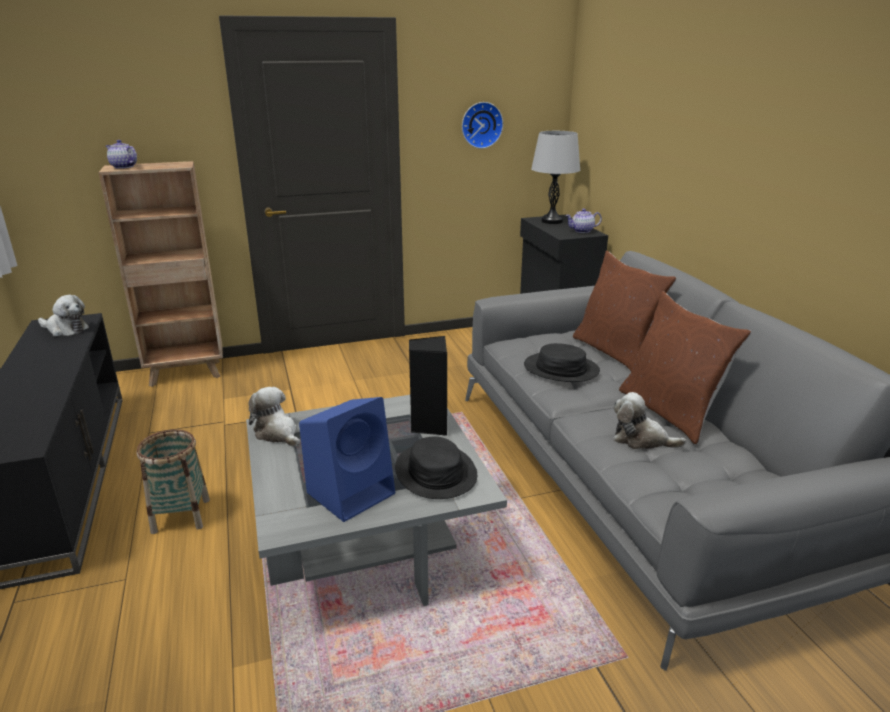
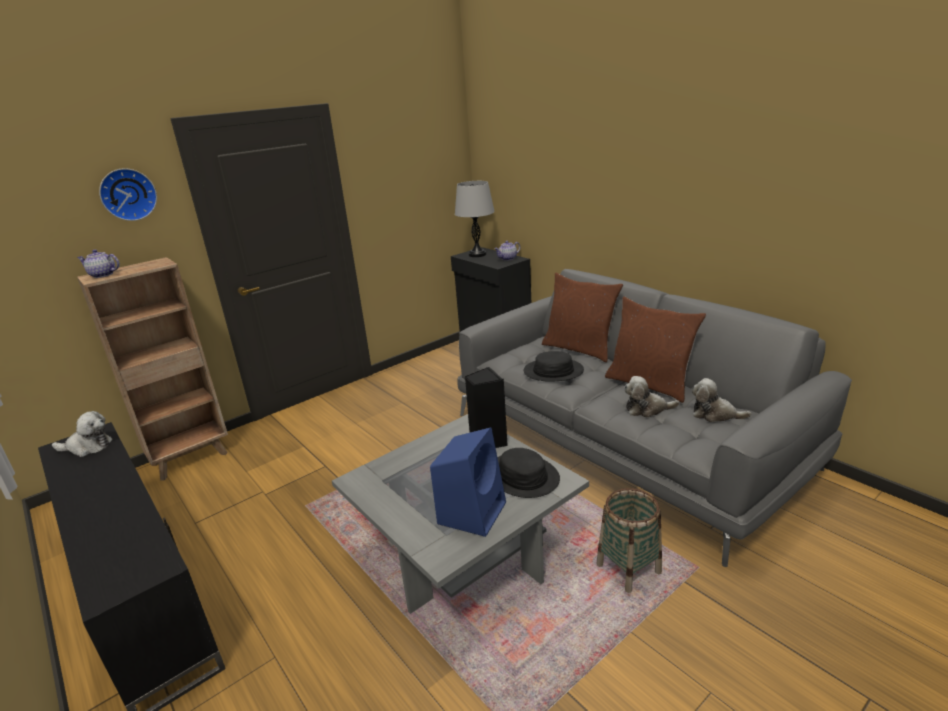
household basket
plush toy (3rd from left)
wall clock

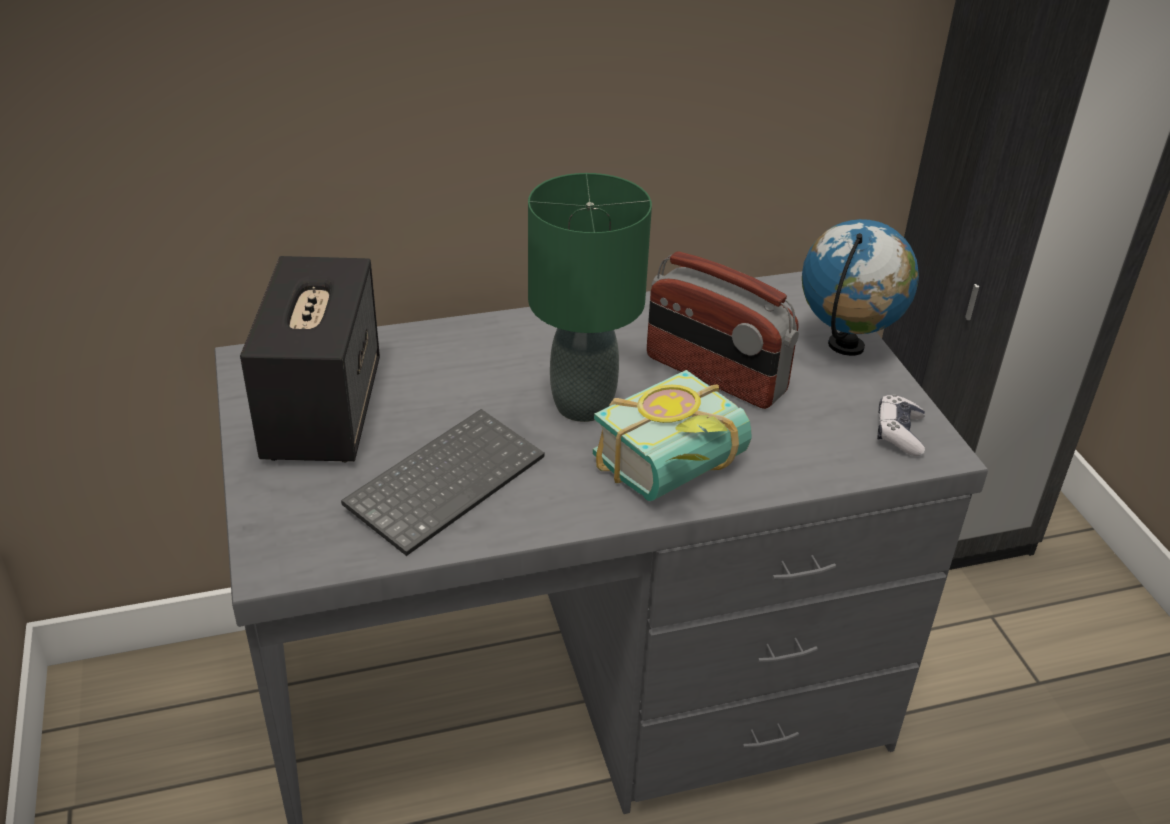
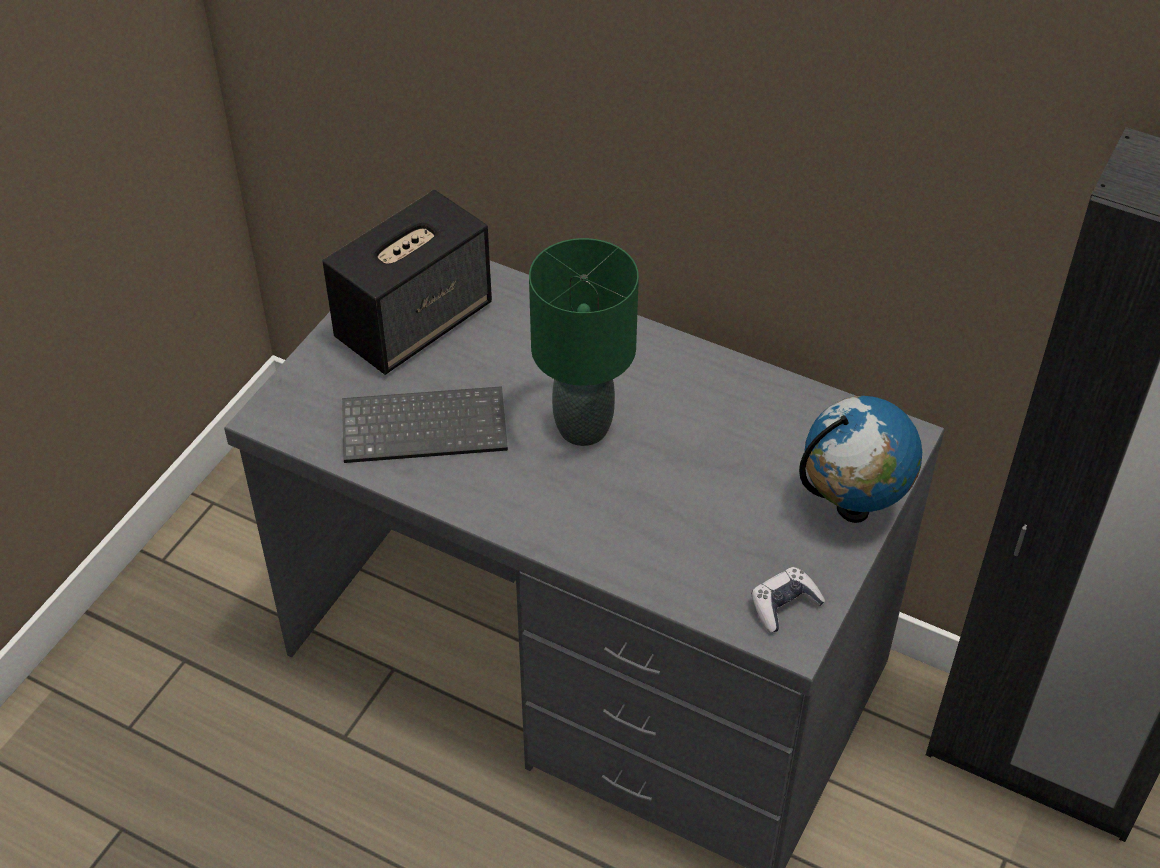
book
radio set

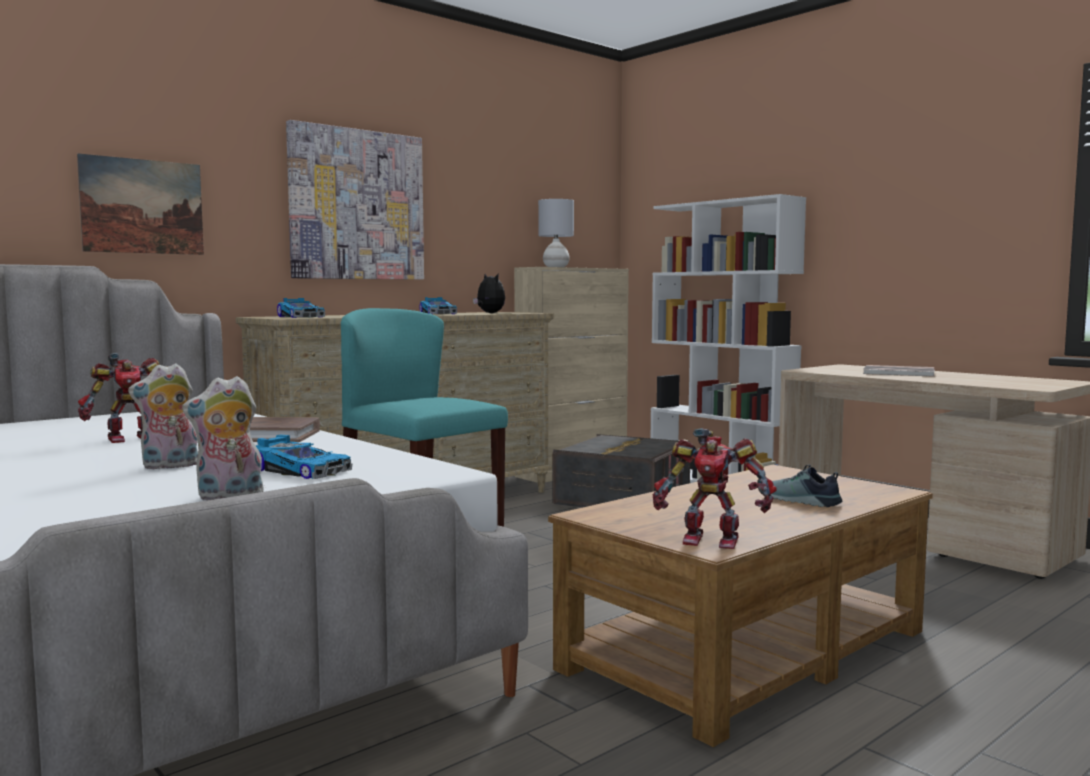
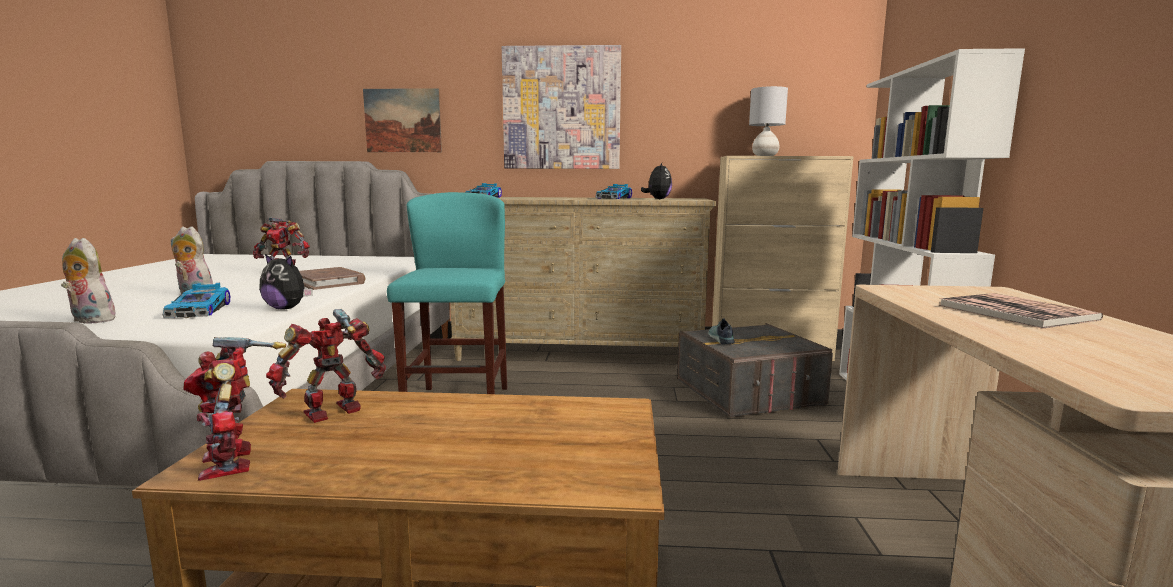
plush toy (3rd from left)
robot figure (3rd from left)
low shoe

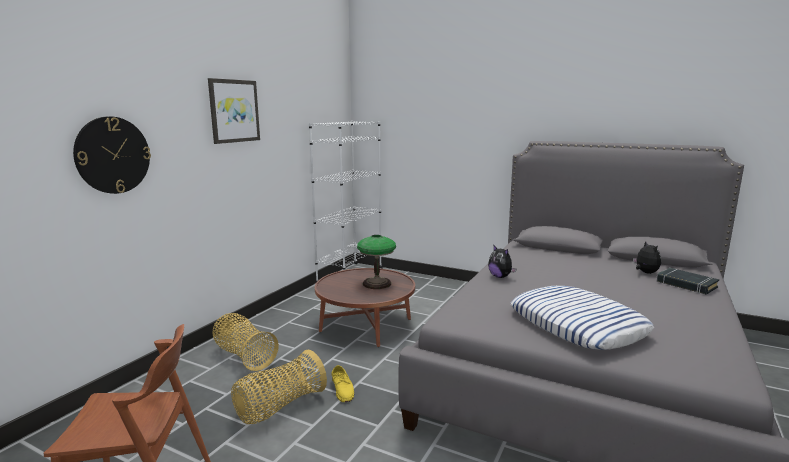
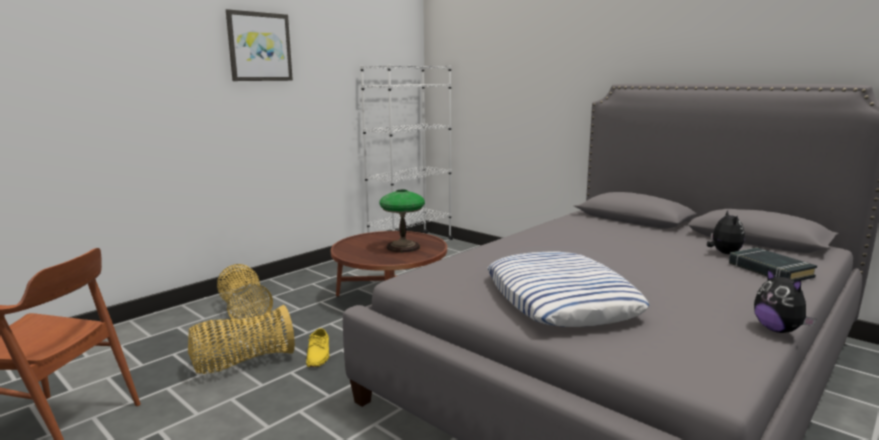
wall clock
plush toy (2nd from left)

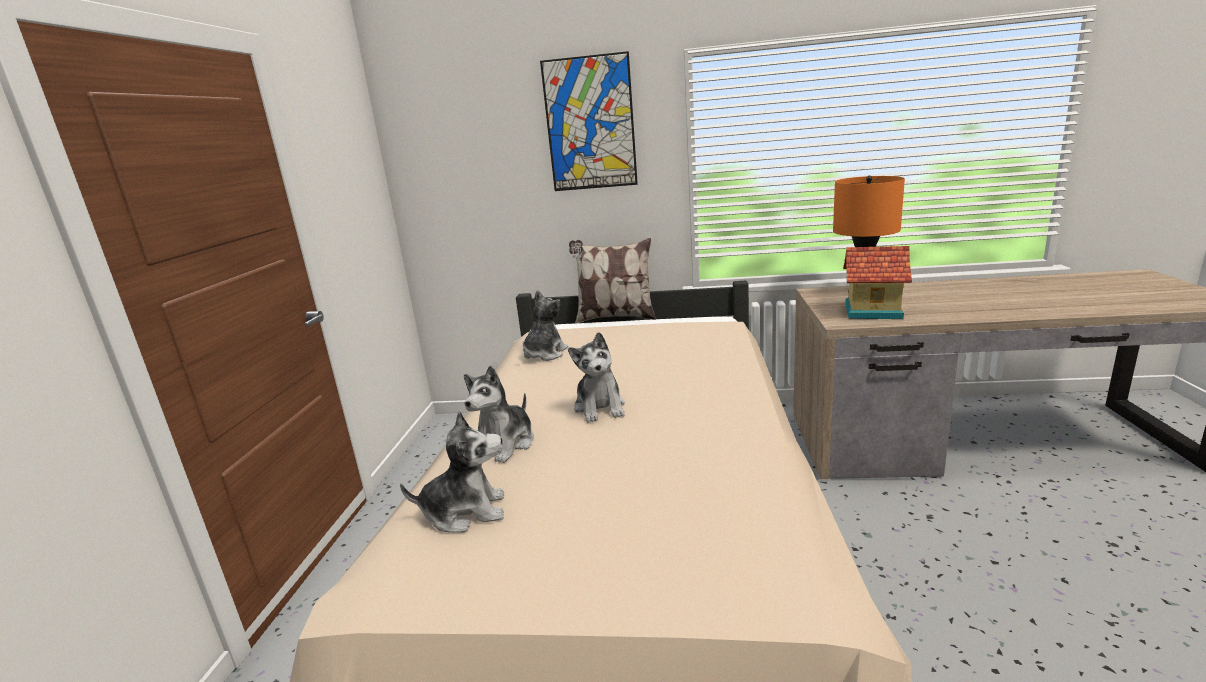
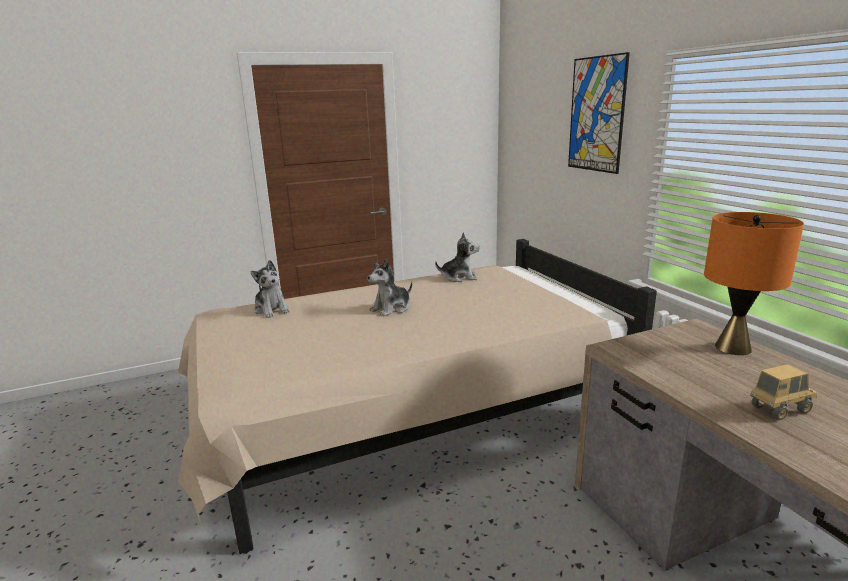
plush toy (2nd from left in the first image)
pillow
model house
toy truck

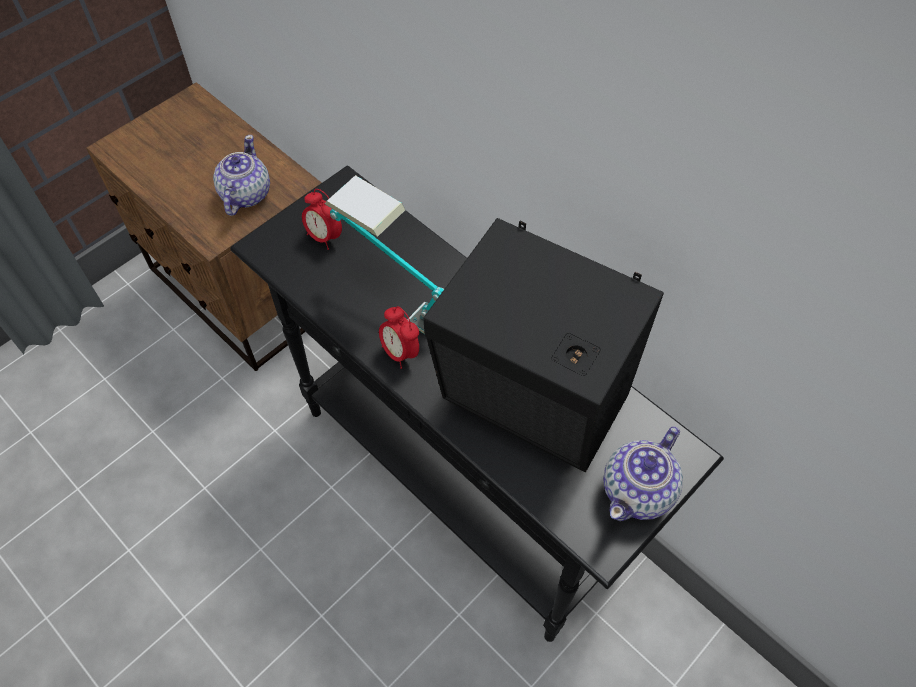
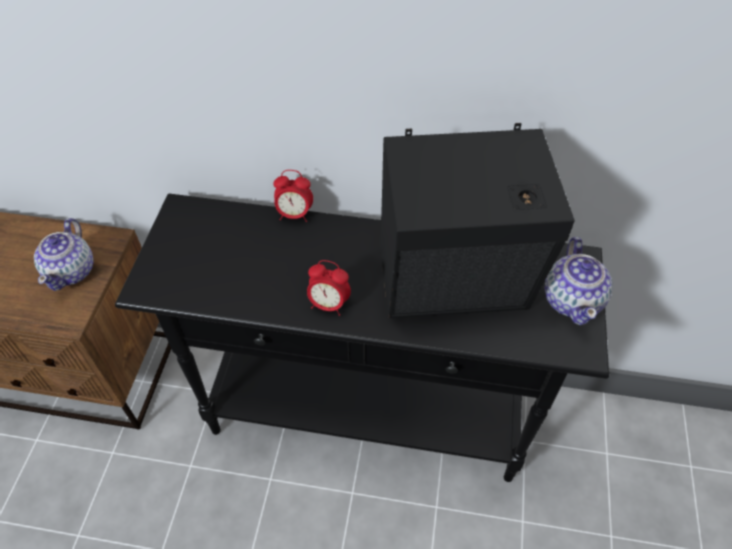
lamp for a table
alarm clock (1st from left)
teapot (1st from left)

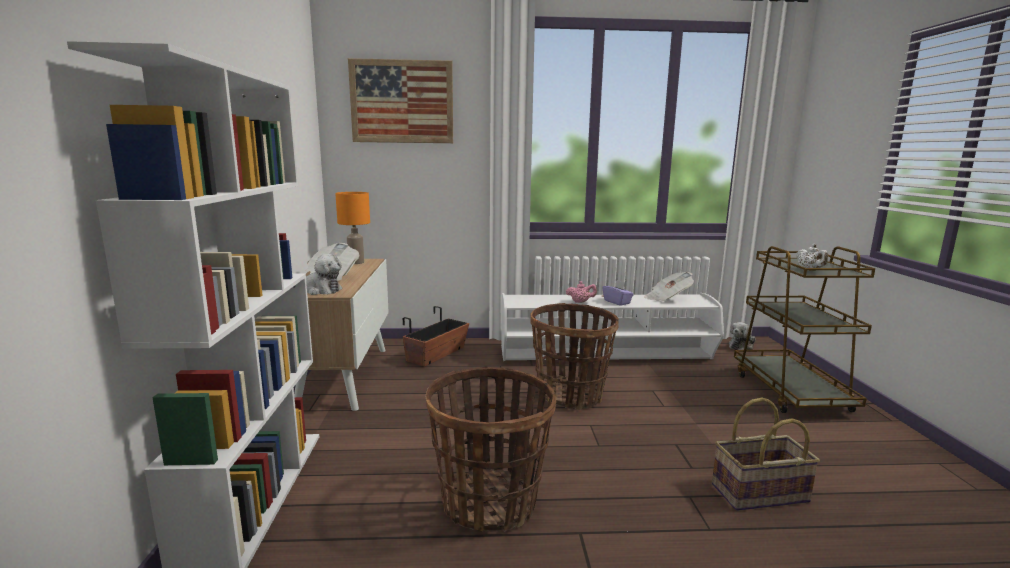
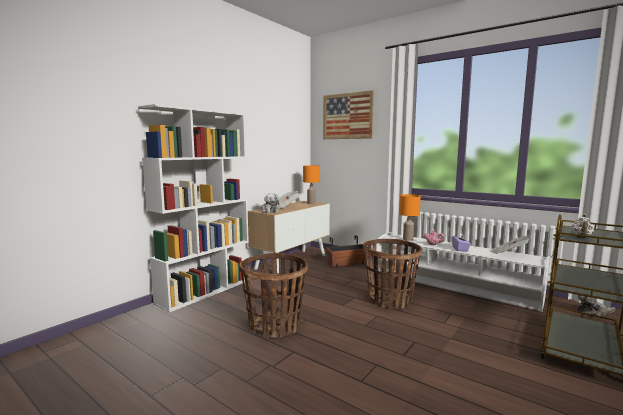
household basket (3rd from left in the first image)
orangey lamp for a table (2nd from left)

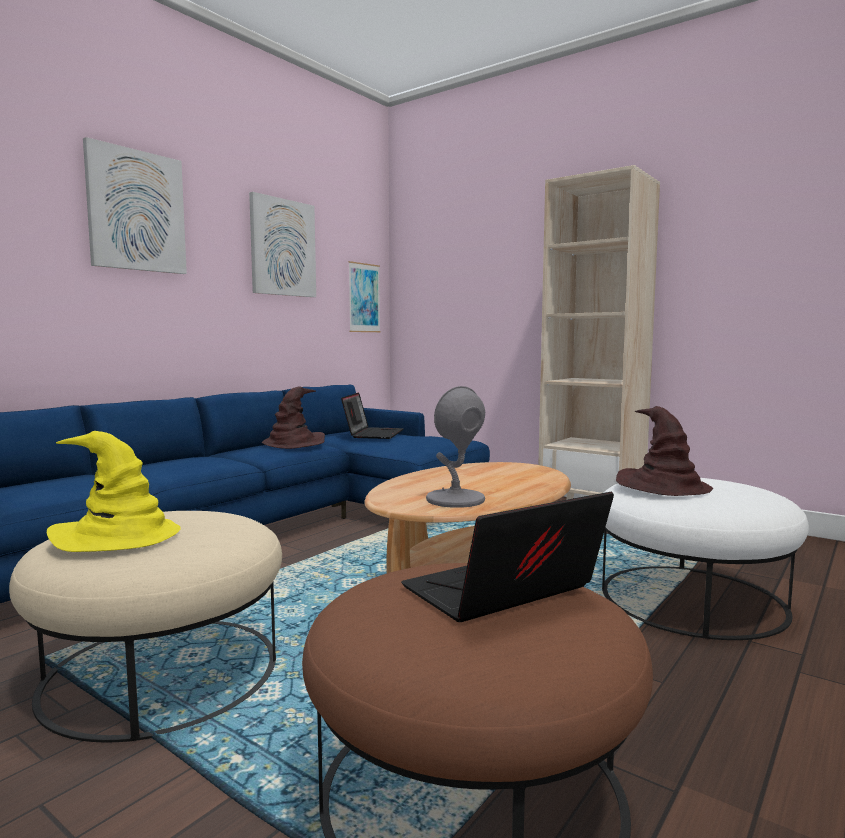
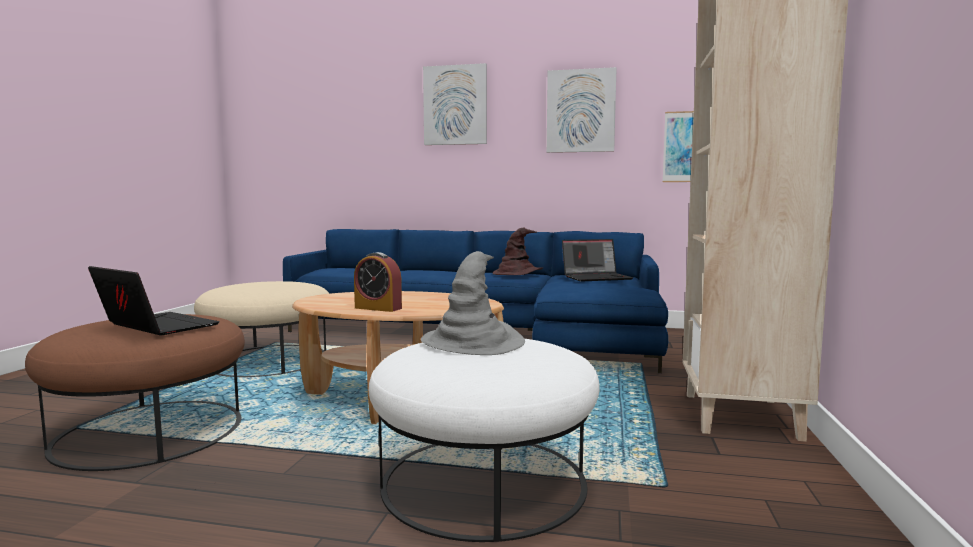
yellowish clothing hat
grey lamp for a table
alarm clock
grey clothing hat

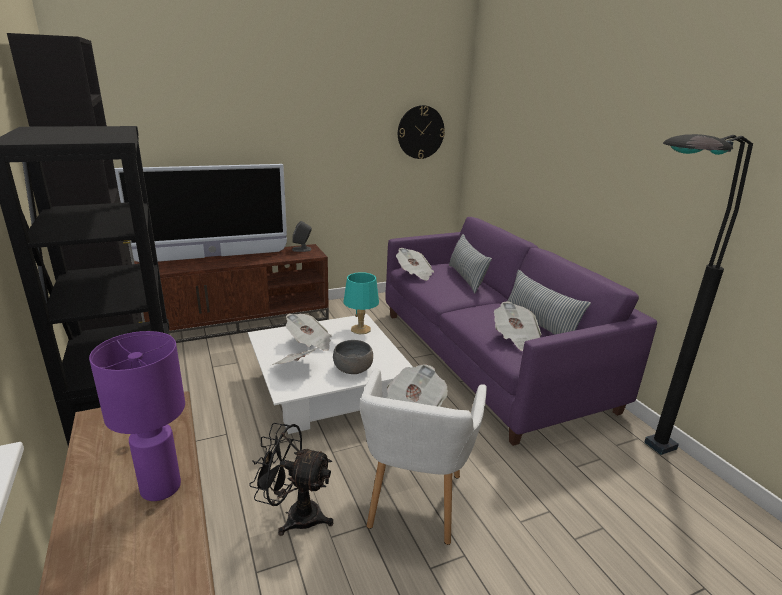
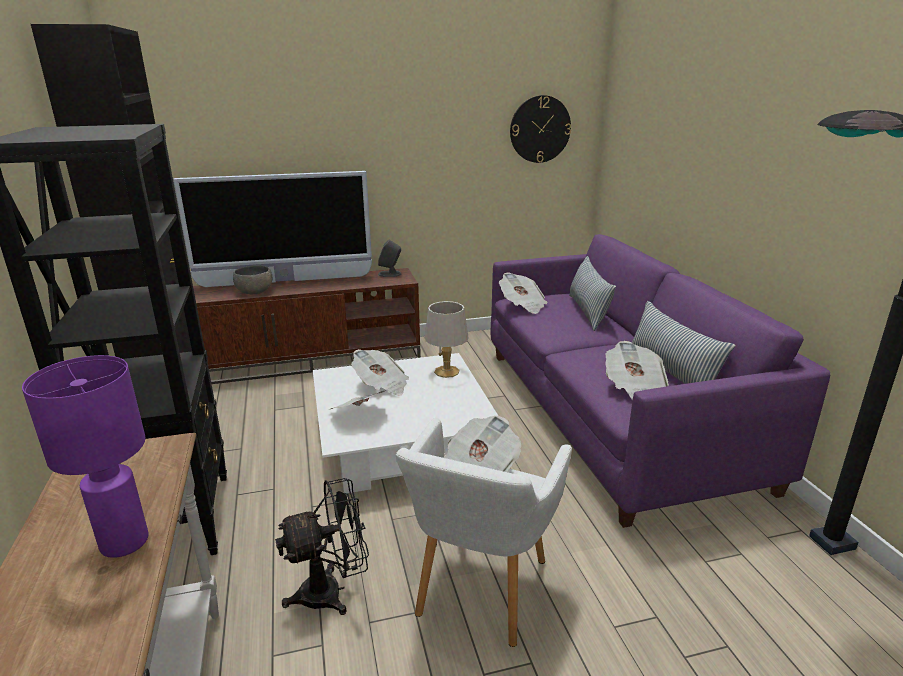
grey serving bowl
grey lamp for a table
black-coloured electric fan

